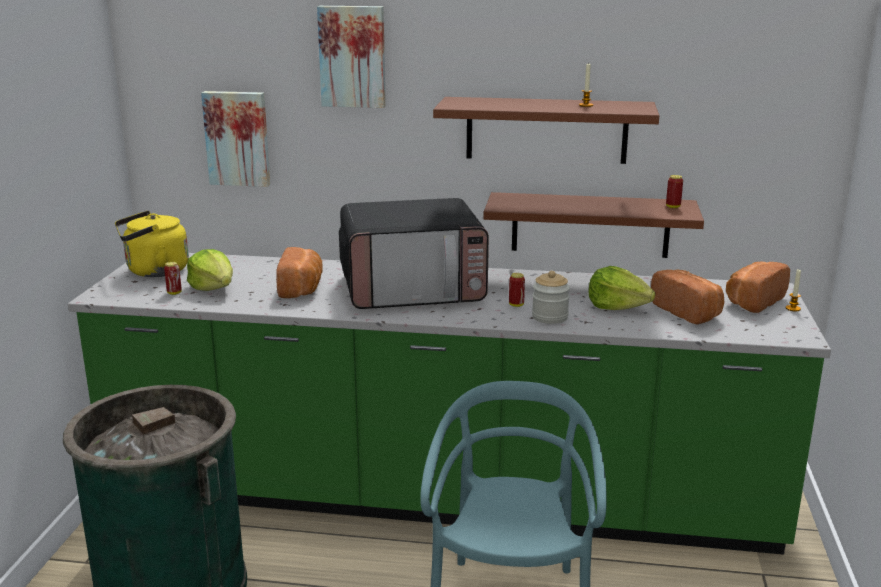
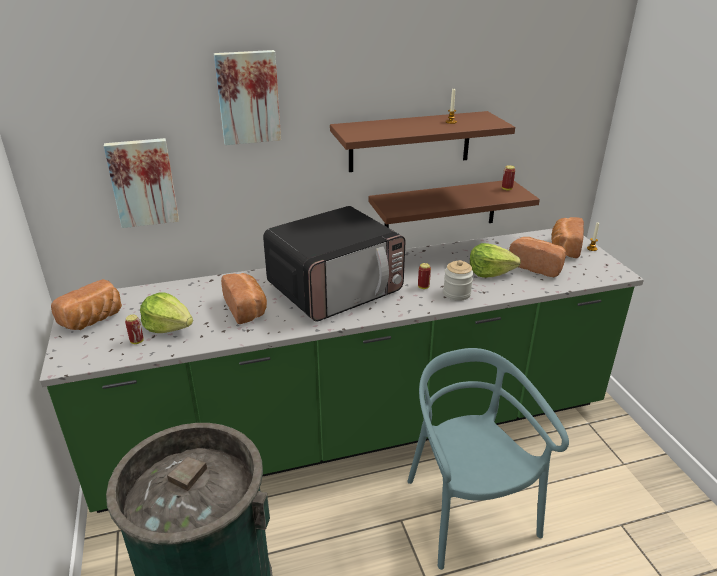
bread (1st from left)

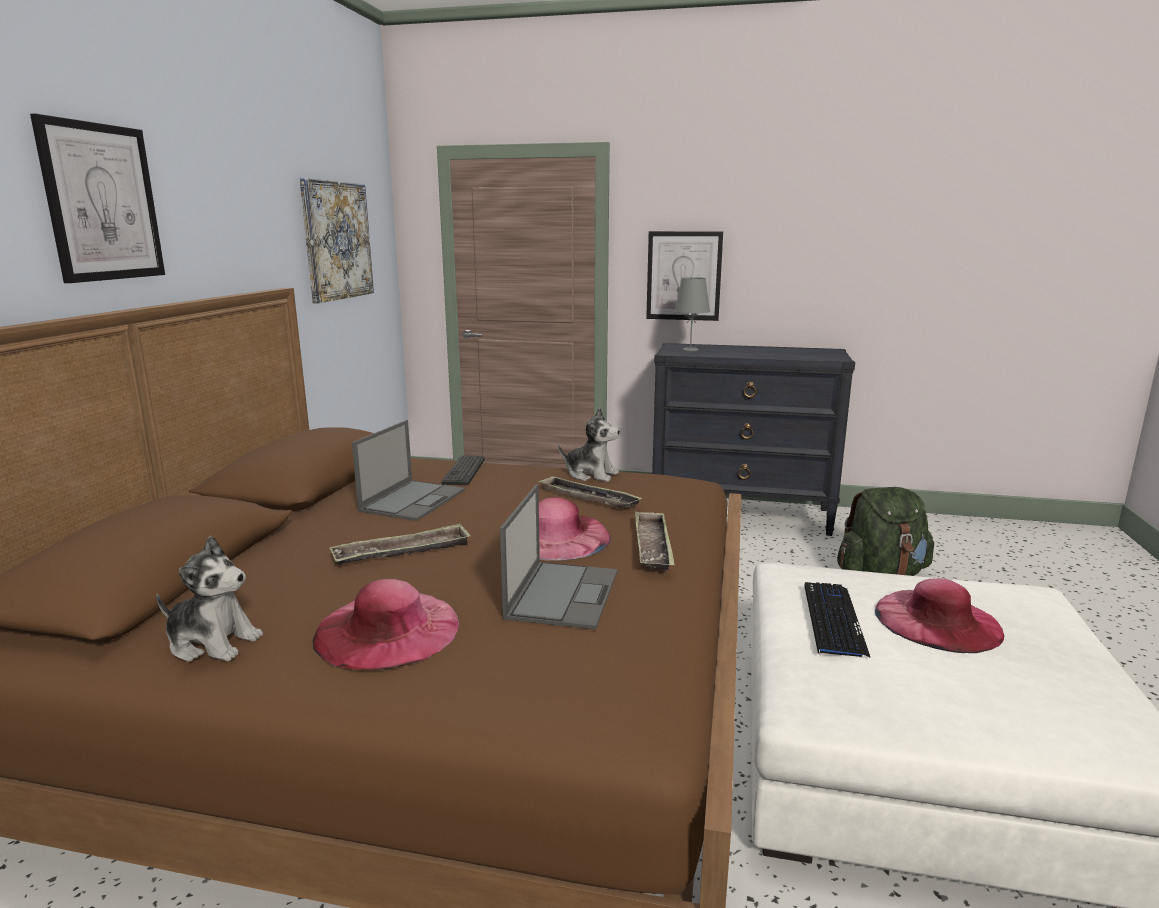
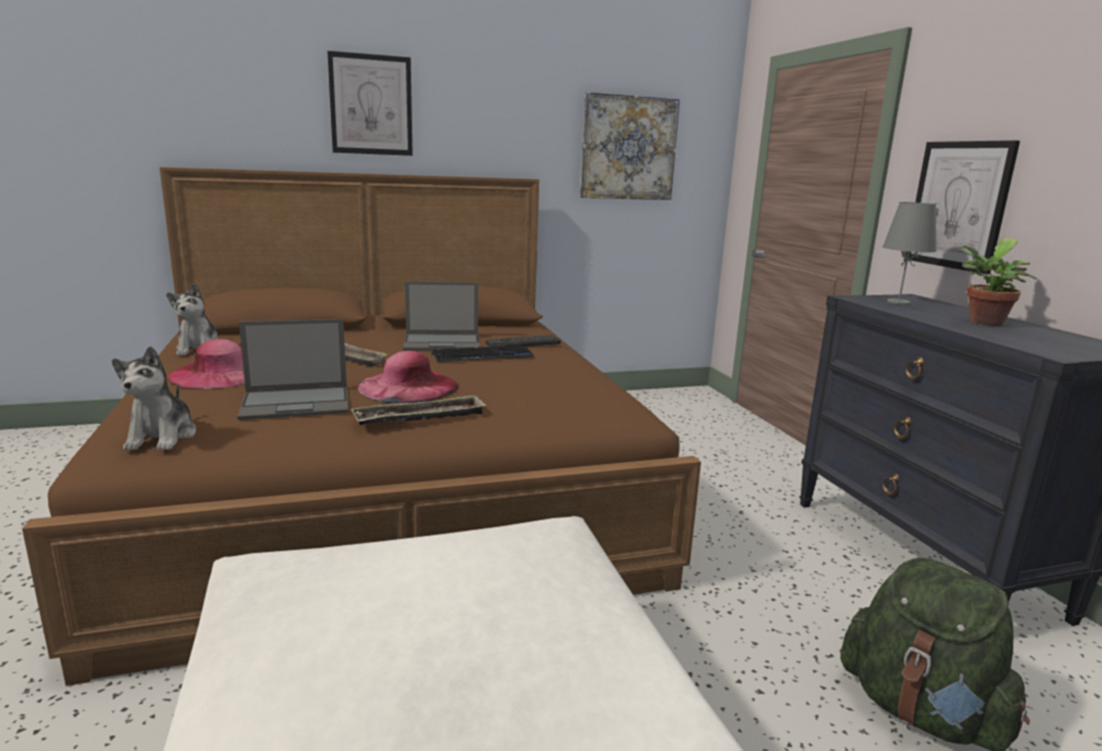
serving tray (2nd from left in the first image)
pinkish clothing hat (3rd from left in the first image)
plant in a pot
plush toy (1st from left)
computer keyboard (1st from left)

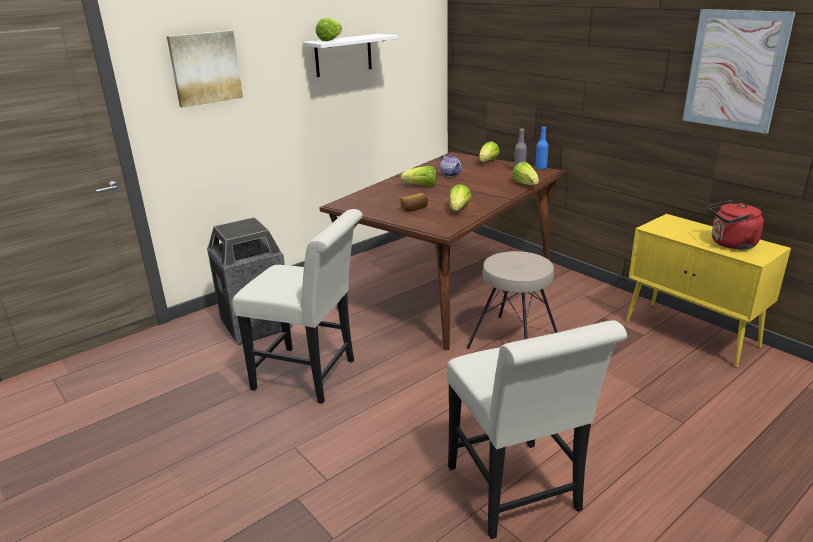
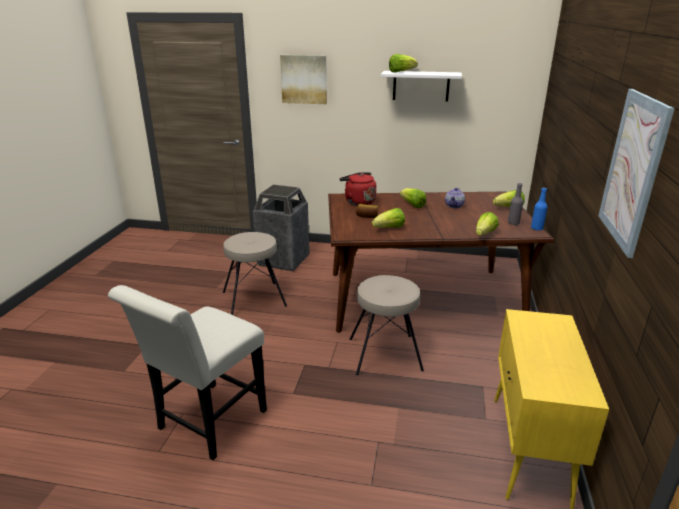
red kettle
sand-coloured sitting stool (1st from left)

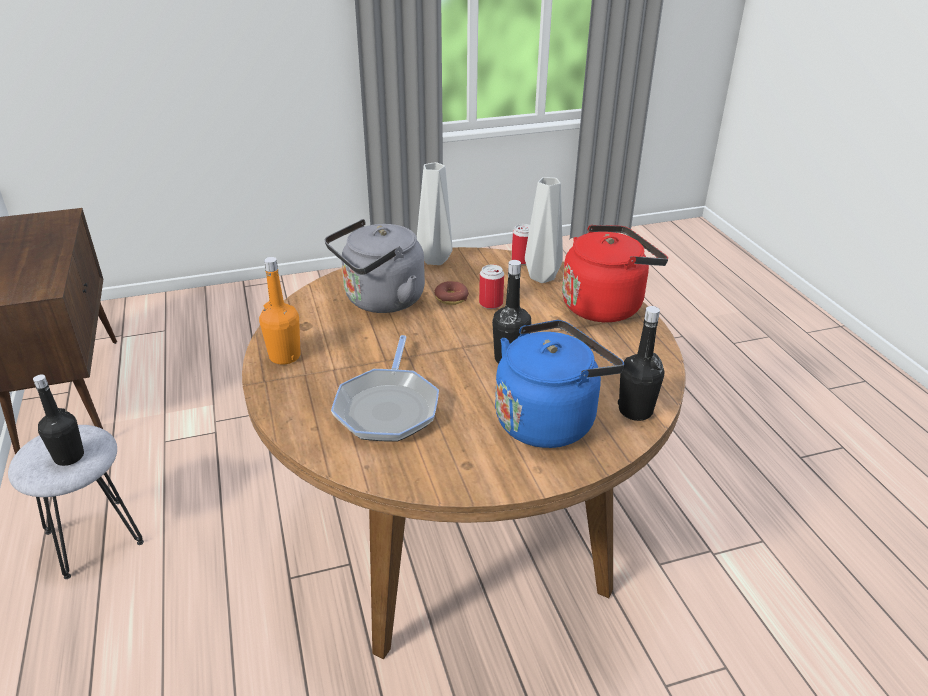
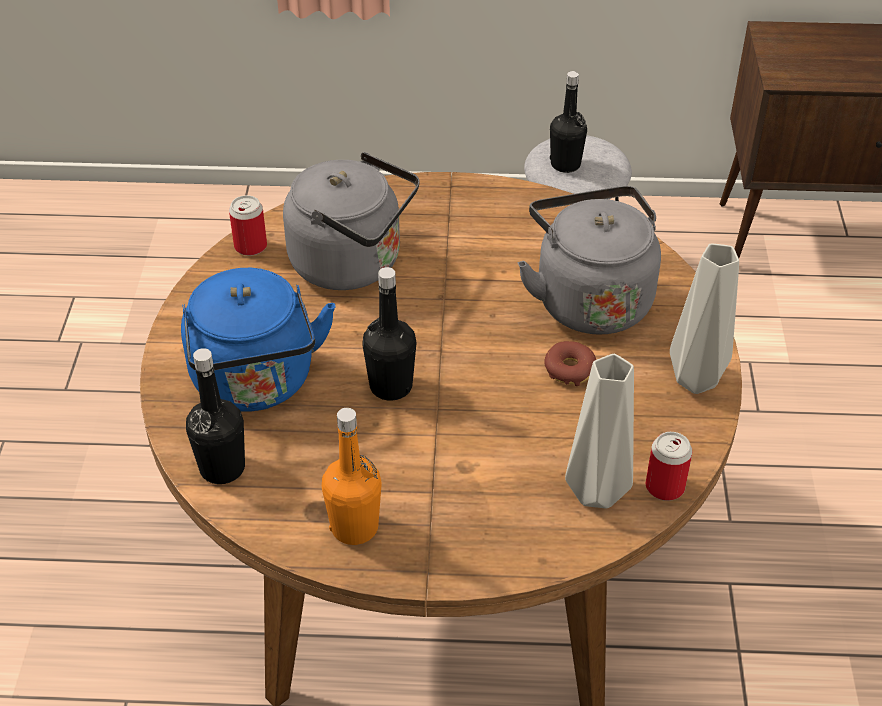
red kettle
orangey drink bottle
can (1st from left)
grey kettle (1st from left)

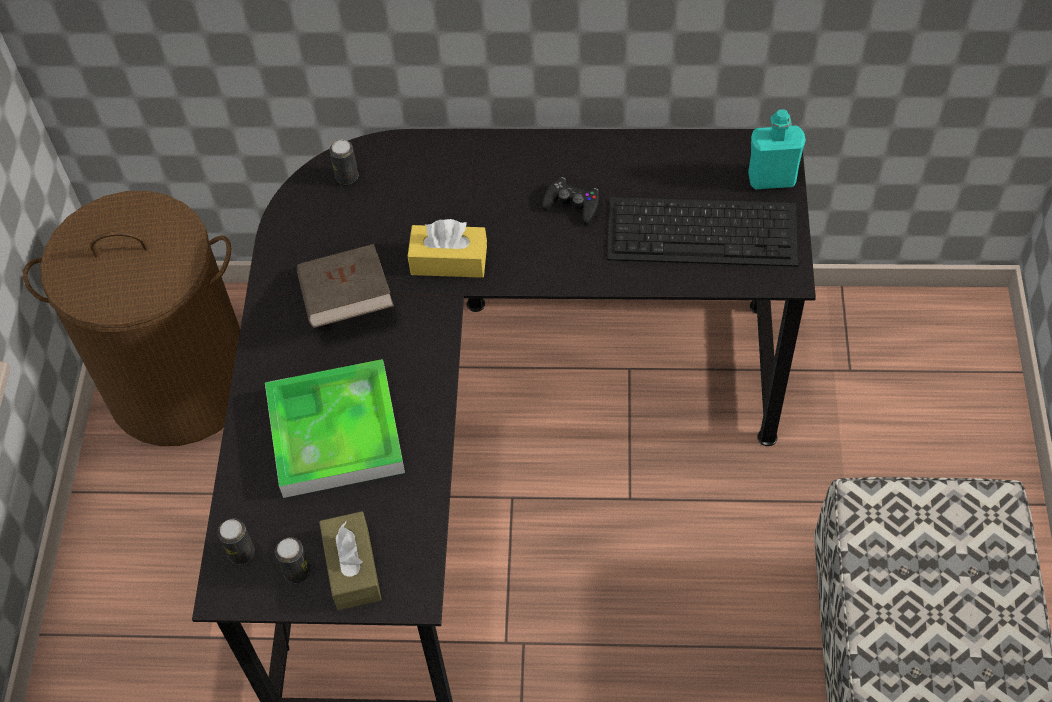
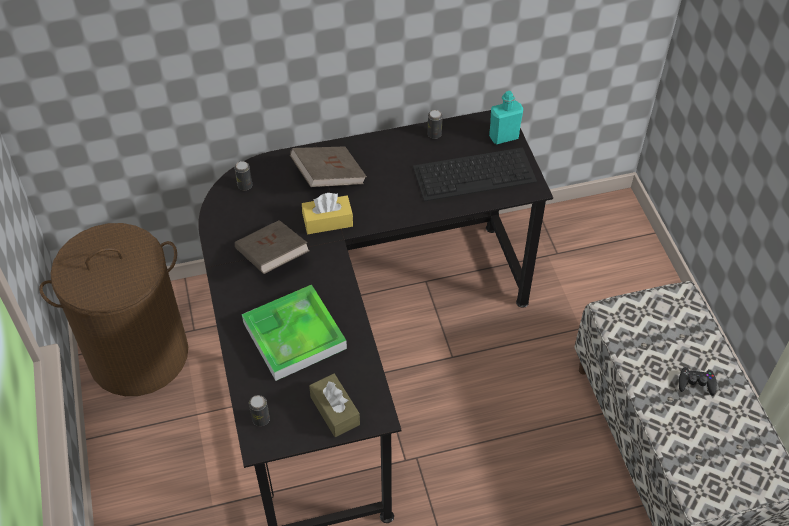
brown book (2nd from left)
can (3rd from left)
black-coloured game controller

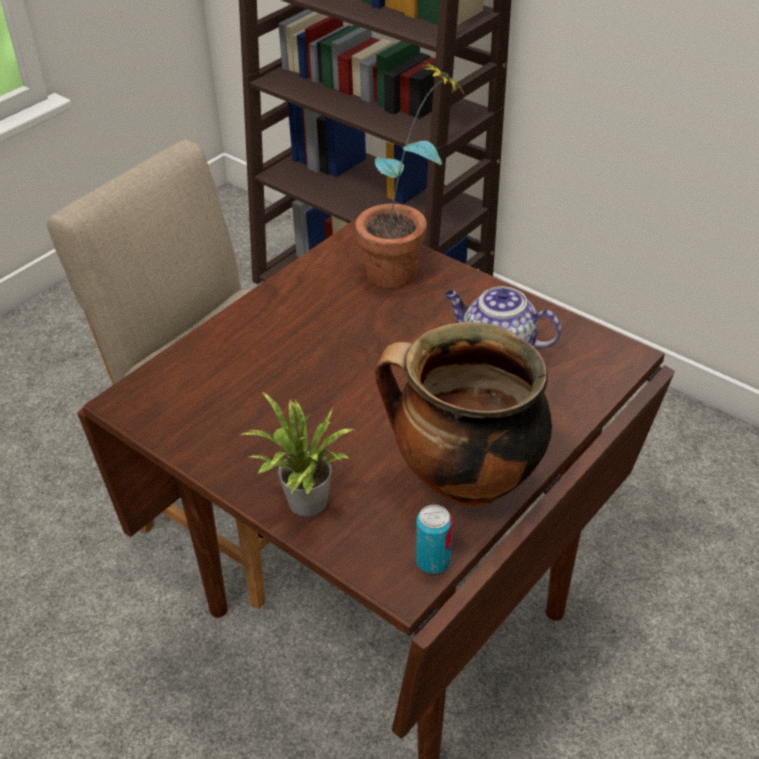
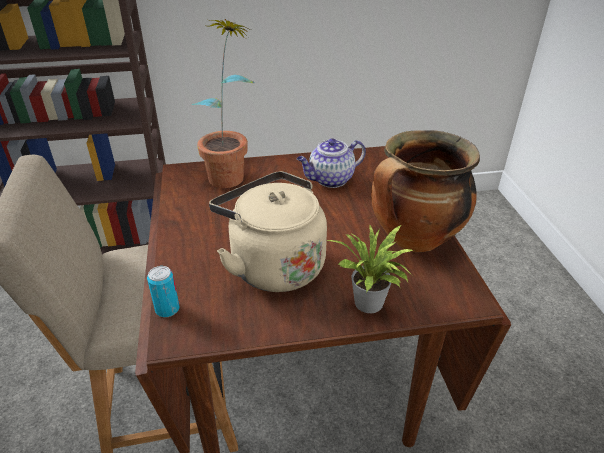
sand-coloured kettle
can

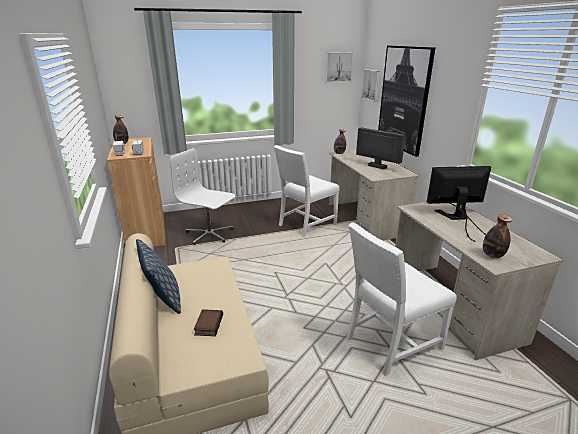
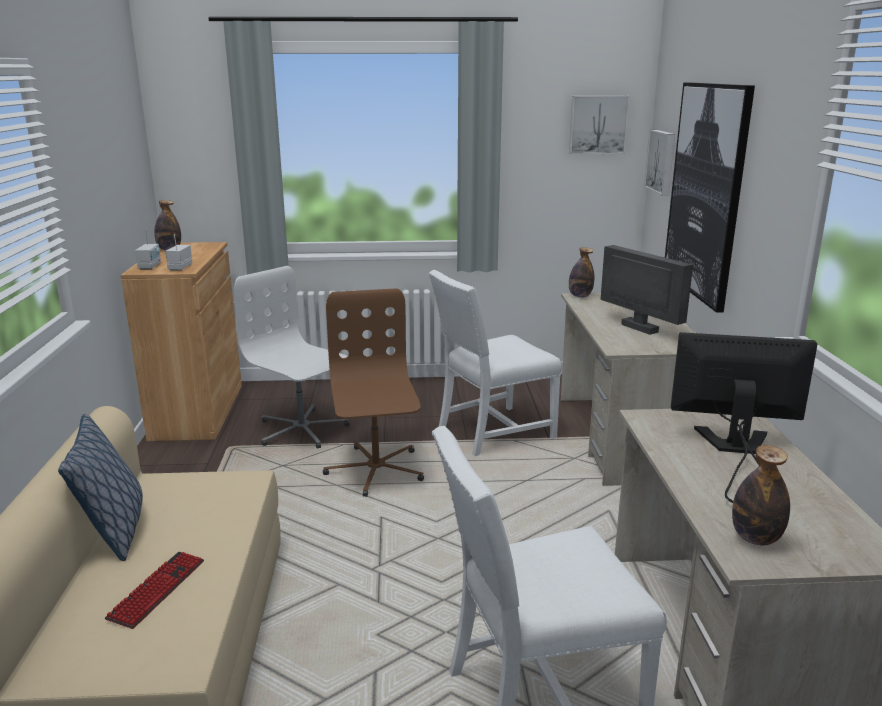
brown computer chair
computer keyboard

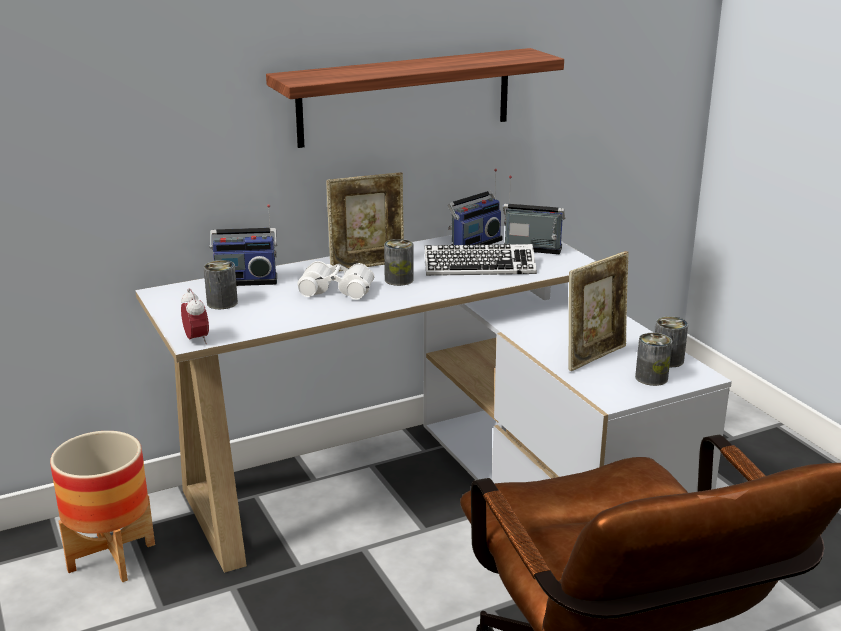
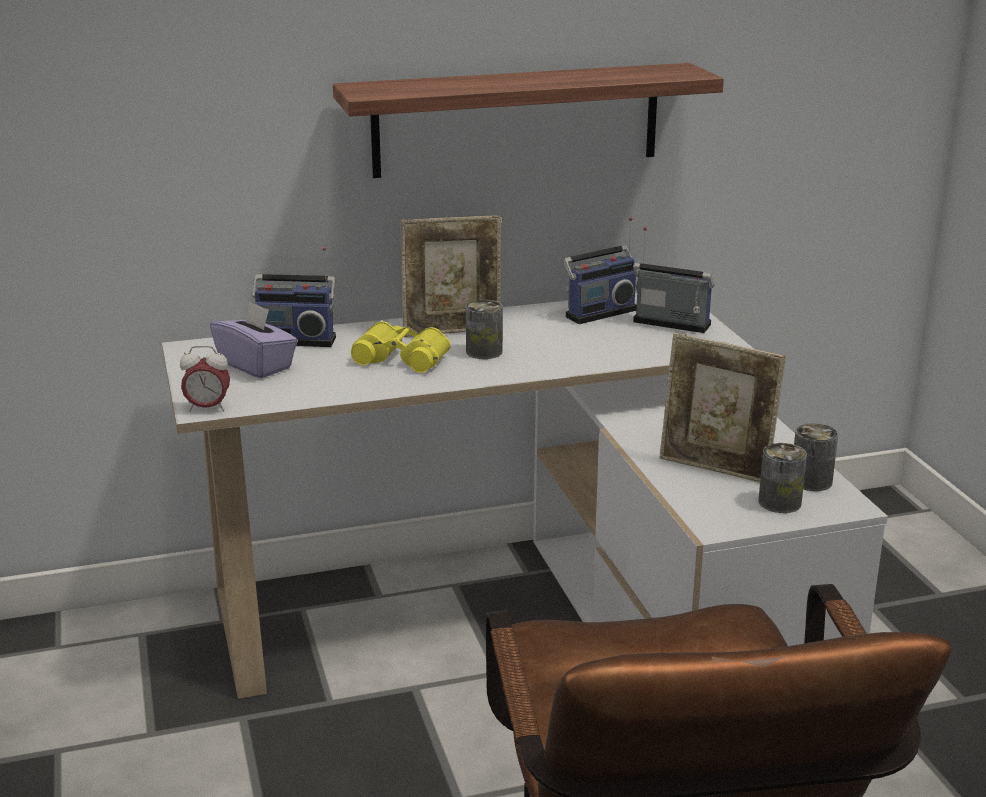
plant pot
computer keyboard
purple tissue box
yellowish binoculars
alarm clock
standing frame (2nd from left)

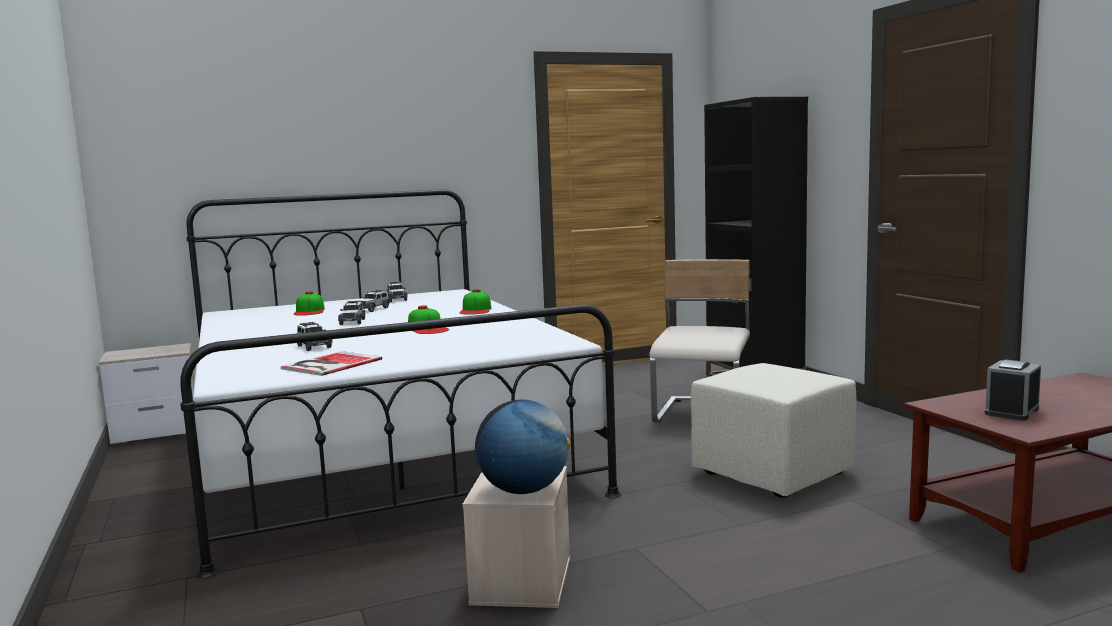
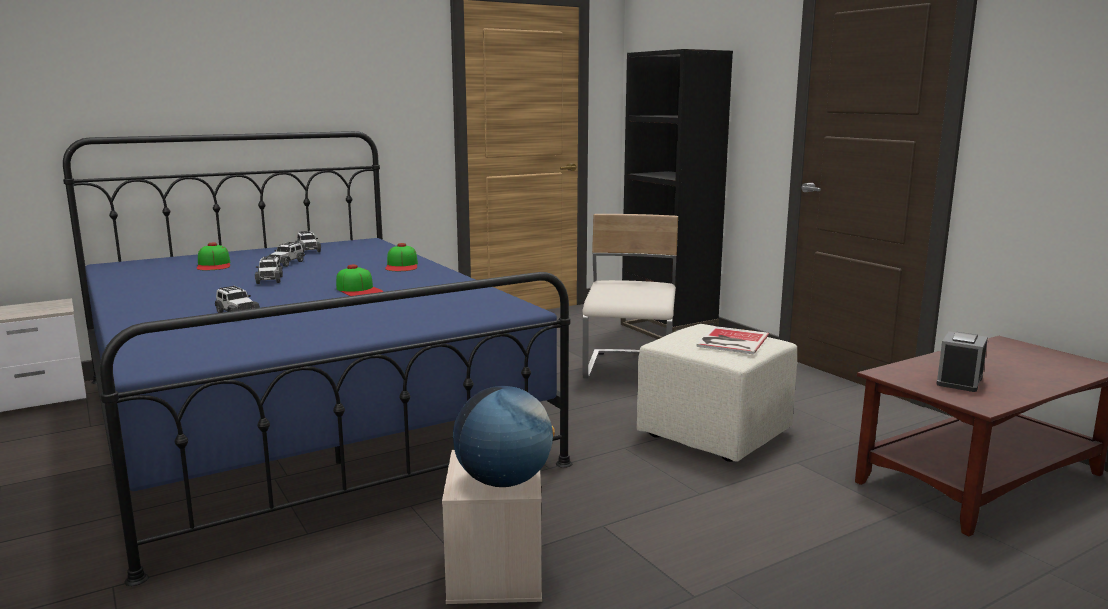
book
blue-coloured bedroom bed

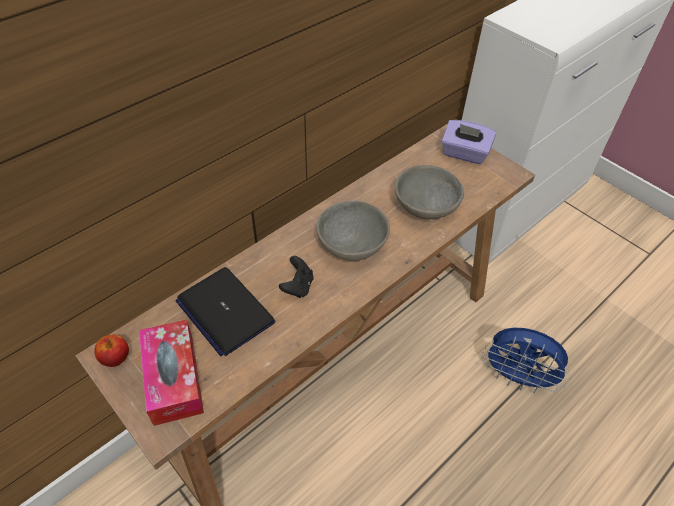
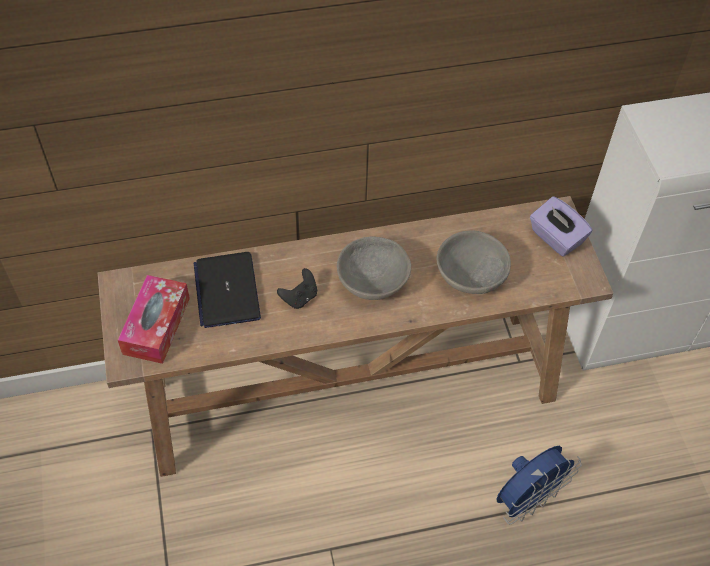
apple
blue-coloured electric fan

